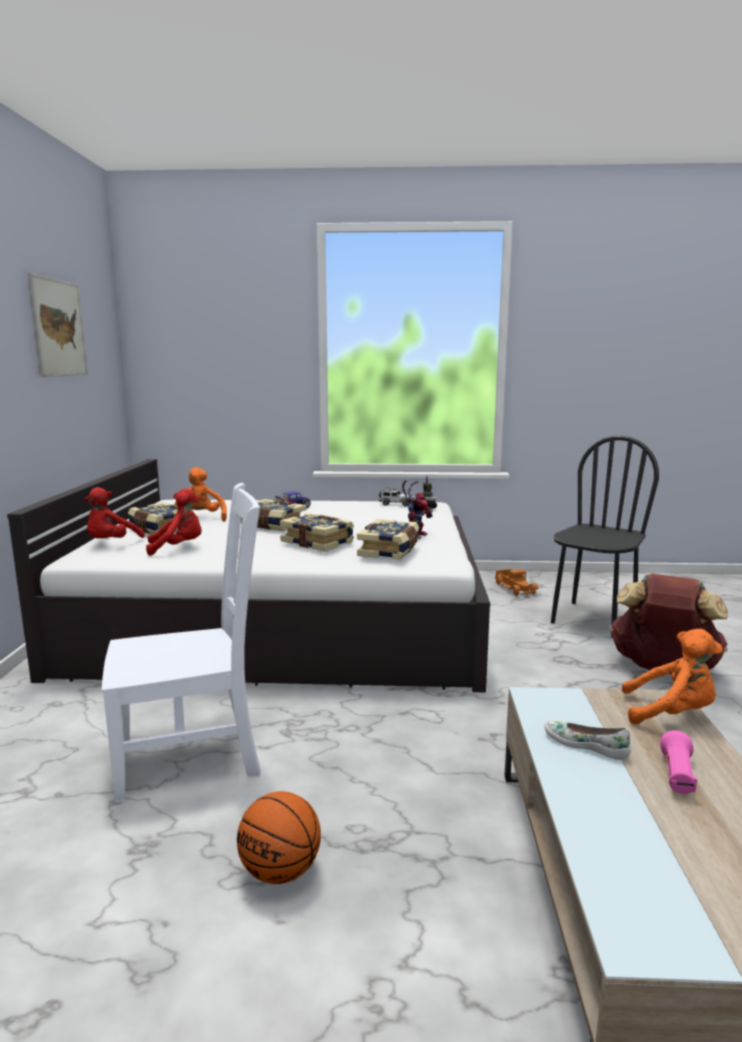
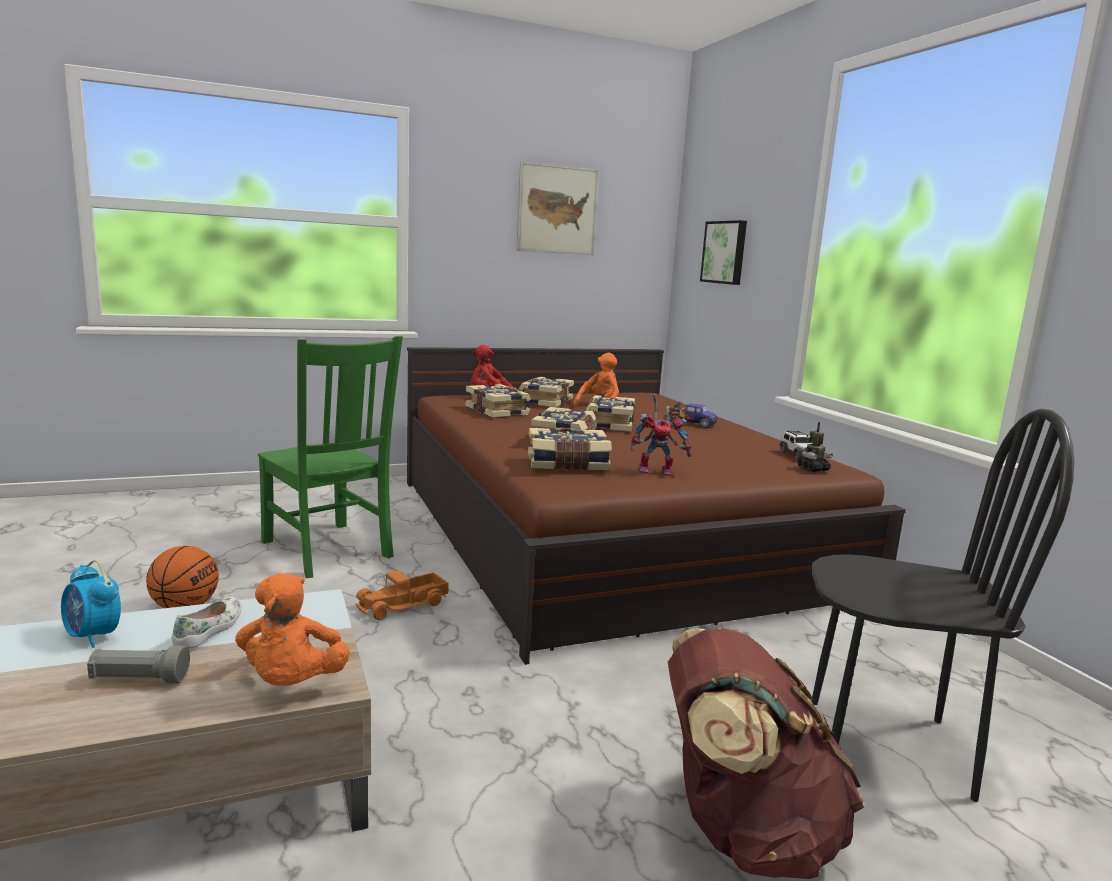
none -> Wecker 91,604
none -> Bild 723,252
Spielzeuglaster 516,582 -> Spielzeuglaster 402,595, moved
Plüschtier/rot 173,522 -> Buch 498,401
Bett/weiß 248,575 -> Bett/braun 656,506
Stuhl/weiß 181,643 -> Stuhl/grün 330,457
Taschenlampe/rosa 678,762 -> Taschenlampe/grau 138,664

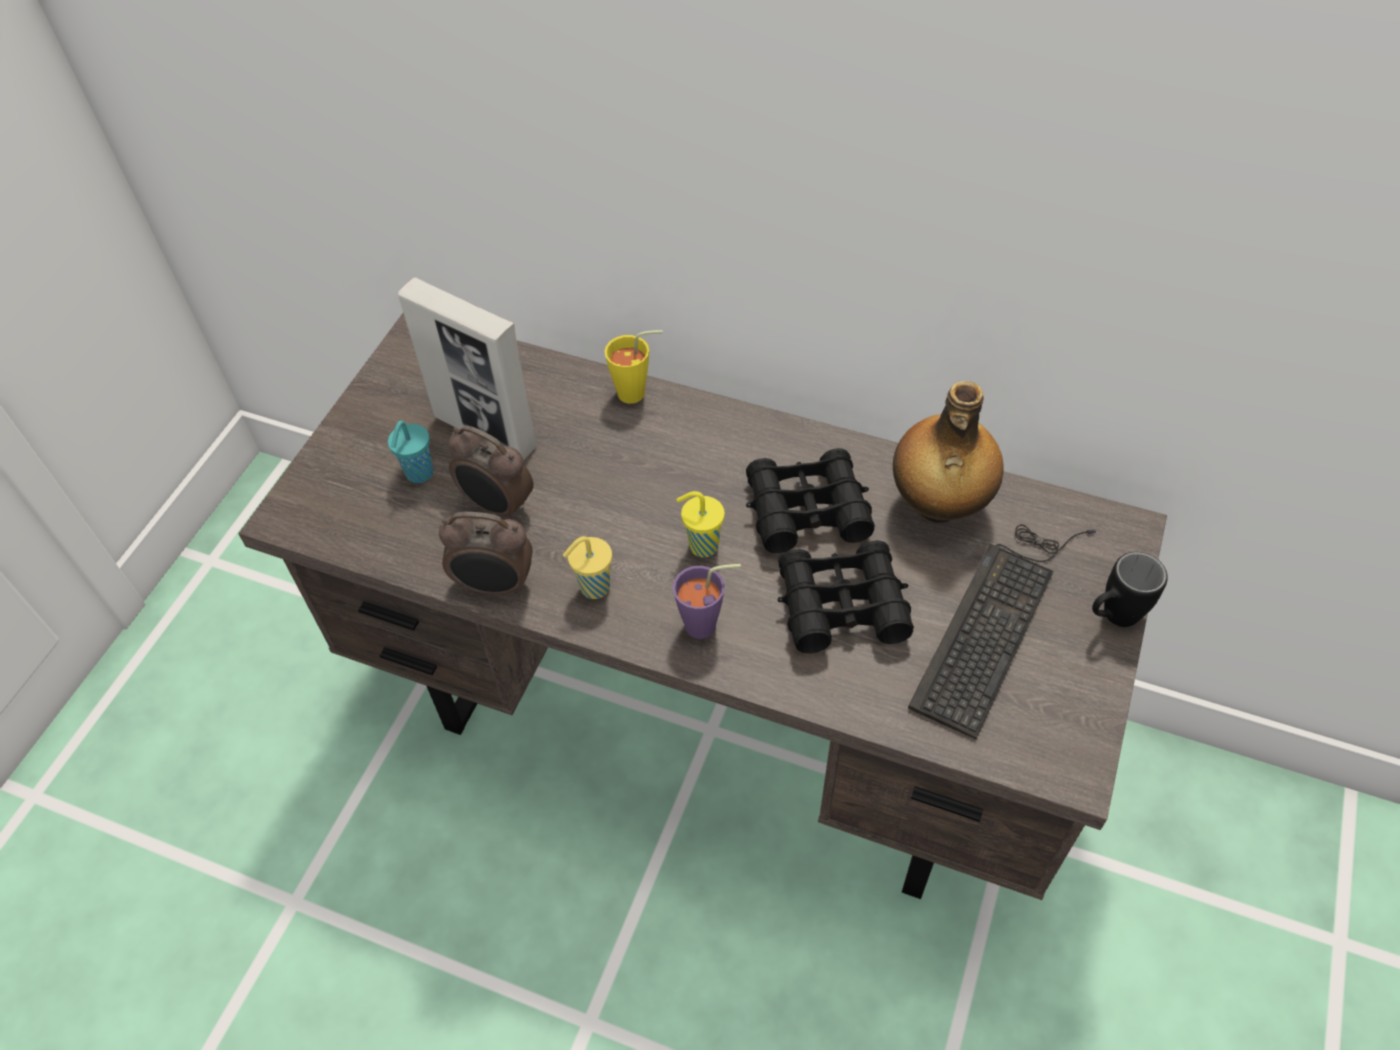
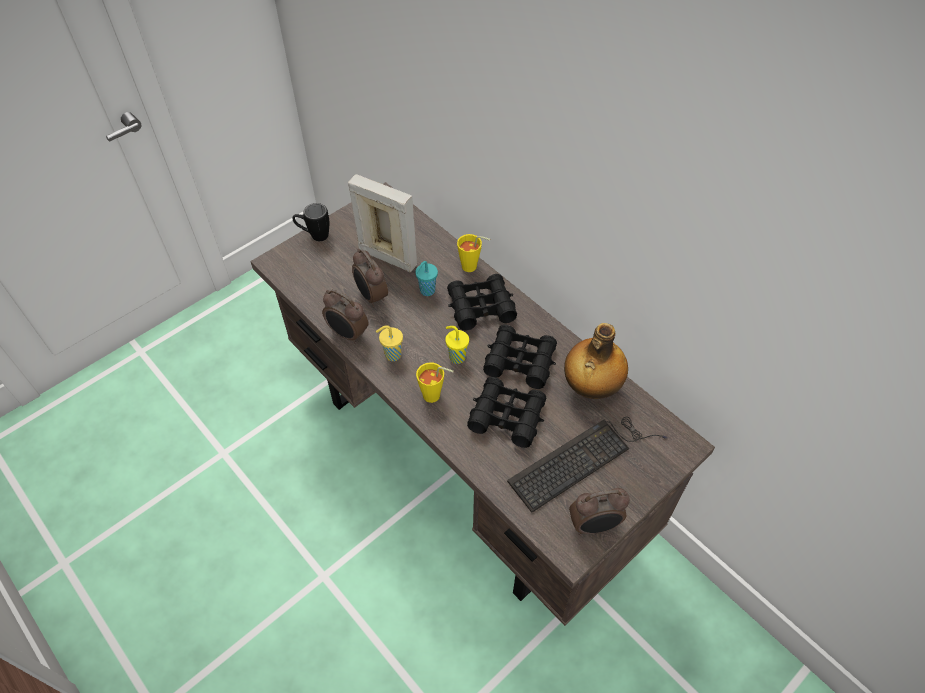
none -> Fernglas/schwarz 482,302
none -> Wecker 599,511
Tasse/türkis 410,452 -> Tasse/türkis 426,278, moved
Henkelbecher/schwarz 1130,589 -> Henkelbecher/schwarz 311,222, moved
Tasse/lila 707,601 -> Tasse/gelb 435,382
Bilderrahmen 467,368 -> Bilderrahmen 382,223, 150 degrees clockwise

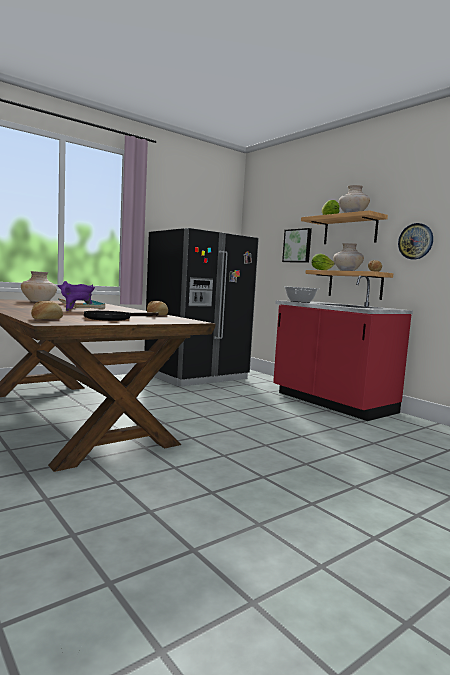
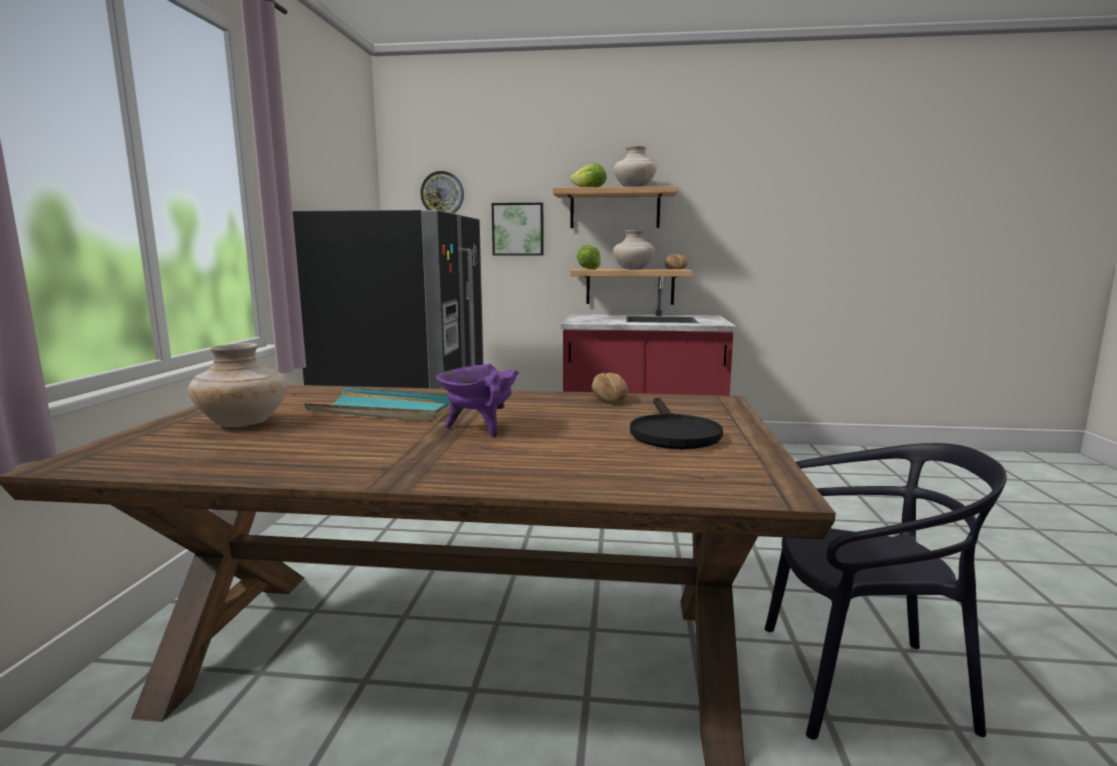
Brot 47,310 -> none
Kochtopf 301,294 -> none
none -> Stuhl/schwarz 885,591
Wanduhr 415,241 -> Wanduhr 442,192, moved

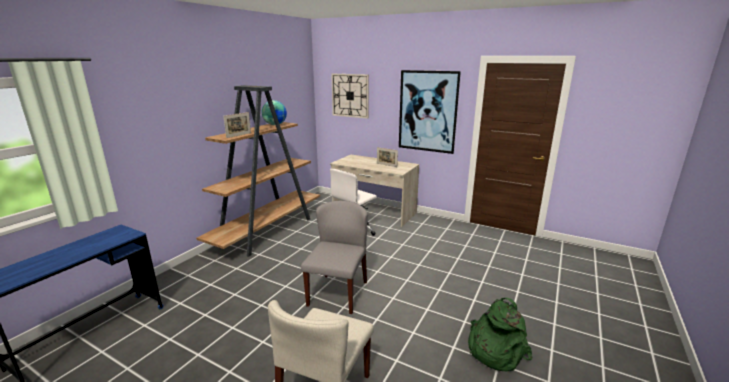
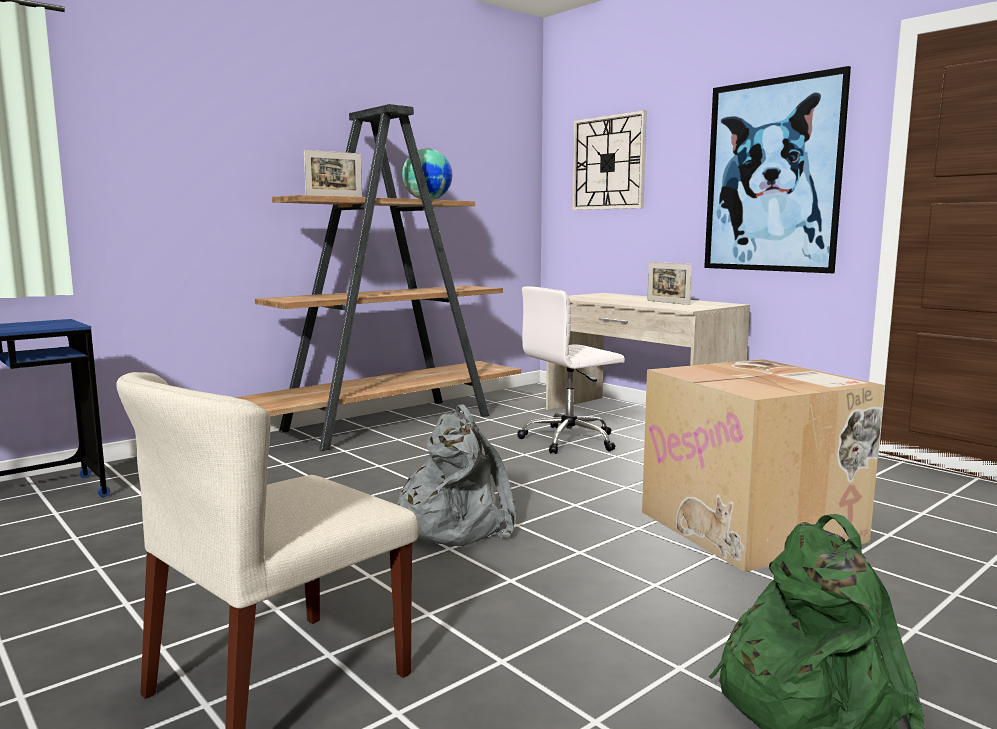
none -> Karton 763,465
Stuhl/grau 334,257 -> Rucksack/grau 456,475

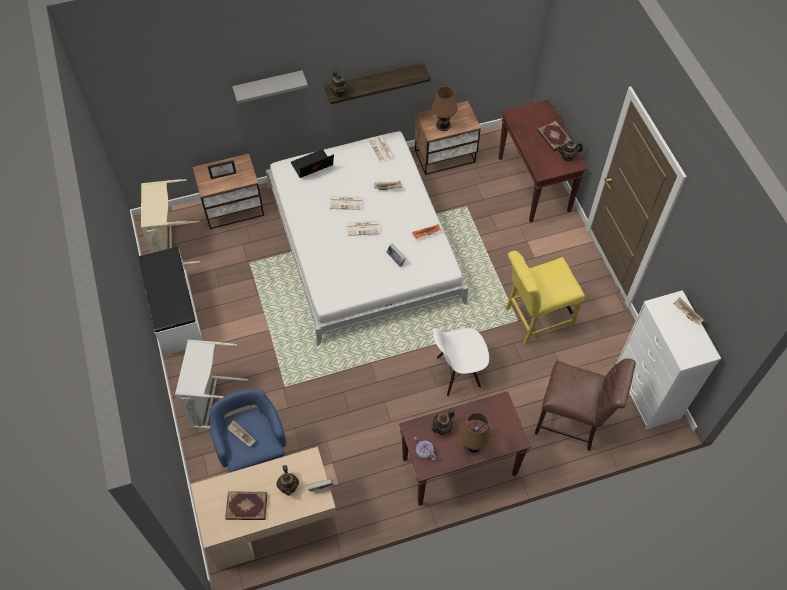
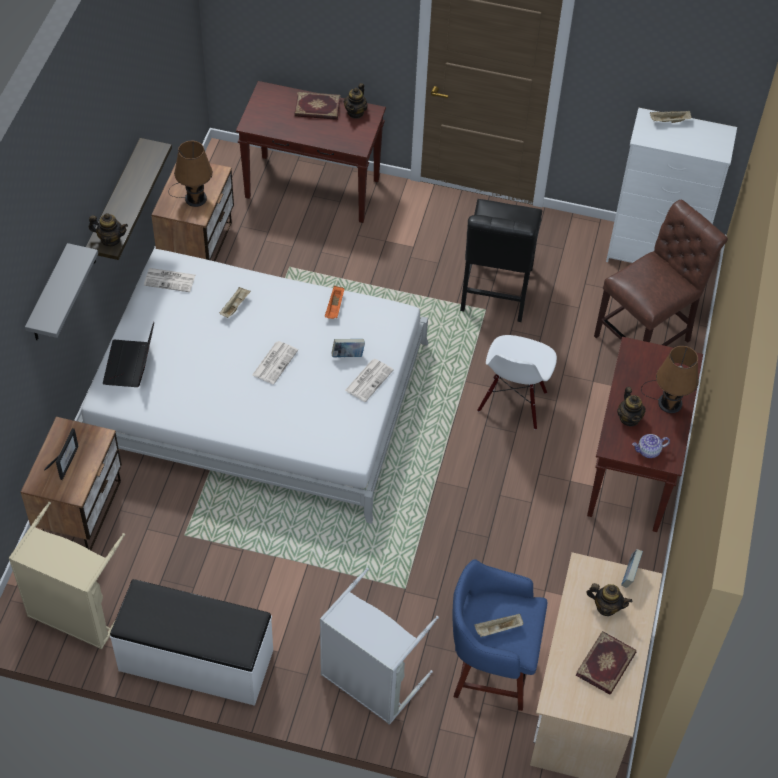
Zeitung 346,203 -> Zeitung 369,380, moved
Stuhl/gelb 545,298 -> Stuhl/schwarz 501,260

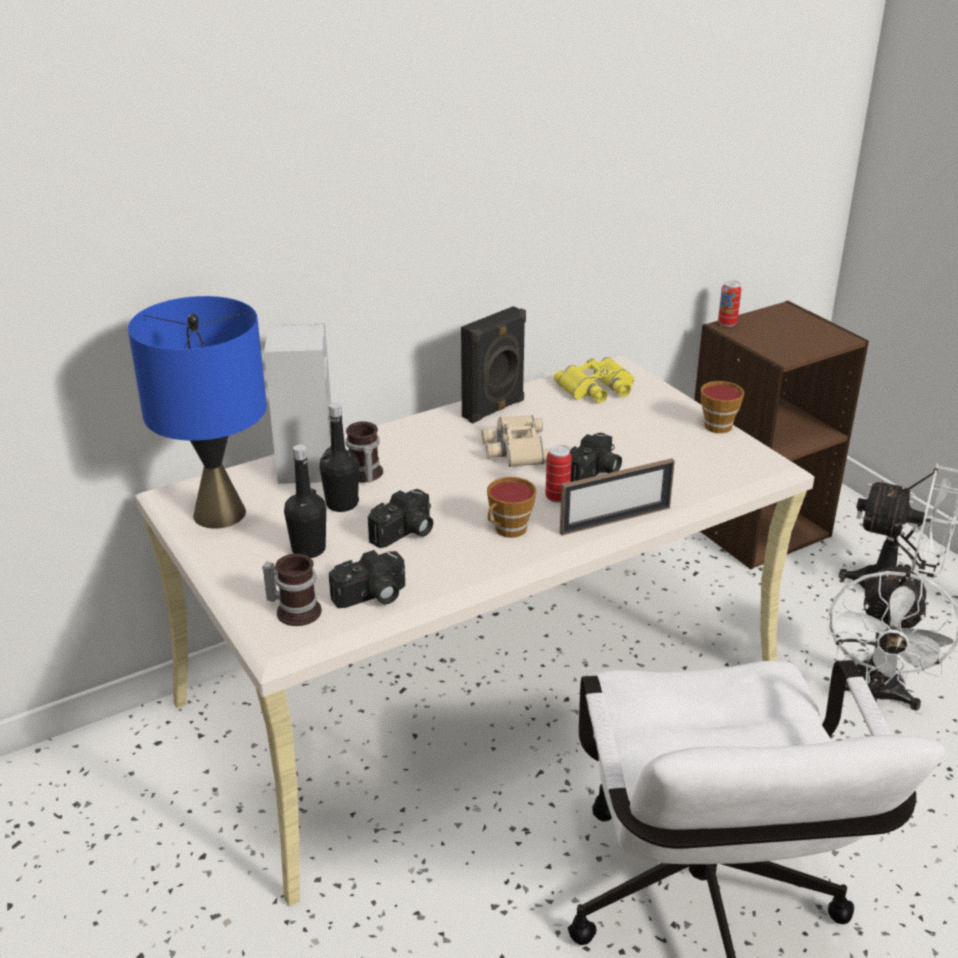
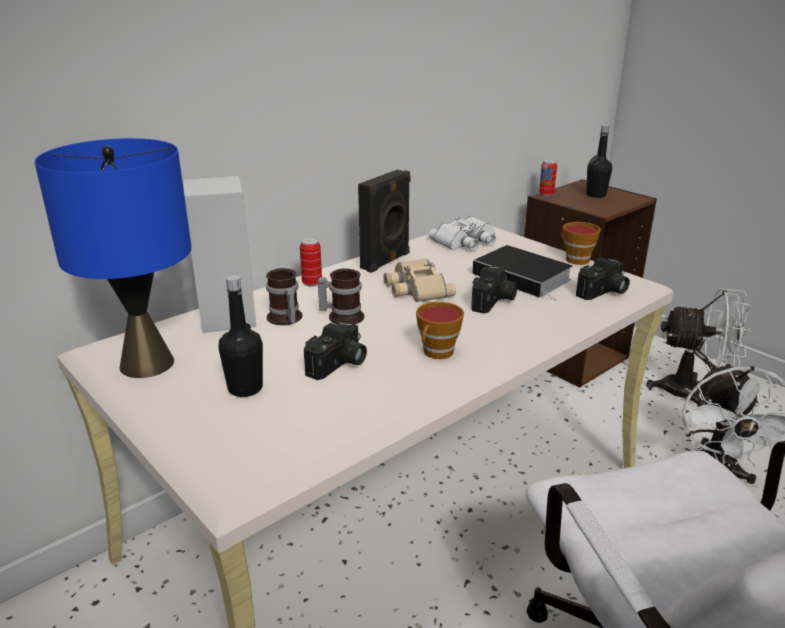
Bilderrahmen 617,496 -> none
none -> Buch 522,273
Henkelbecher 292,589 -> Henkelbecher 341,297, moved
Flasche/schwarz 339,457 -> Flasche/schwarz 599,161, moved
Kamera 367,579 -> Kamera 603,278, moved
Dose 558,474 -> Dose 311,262, moved
Fernglas/gelb 594,380 -> Fernglas/weiß 462,233

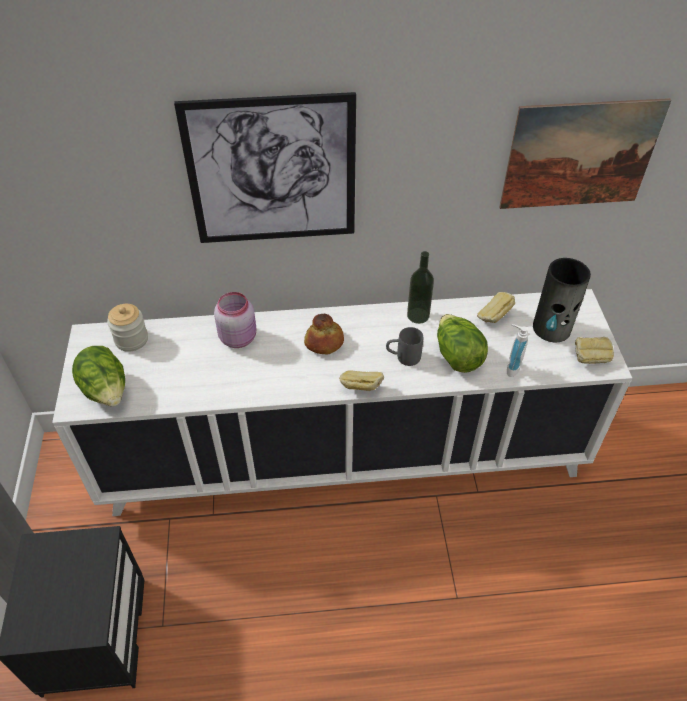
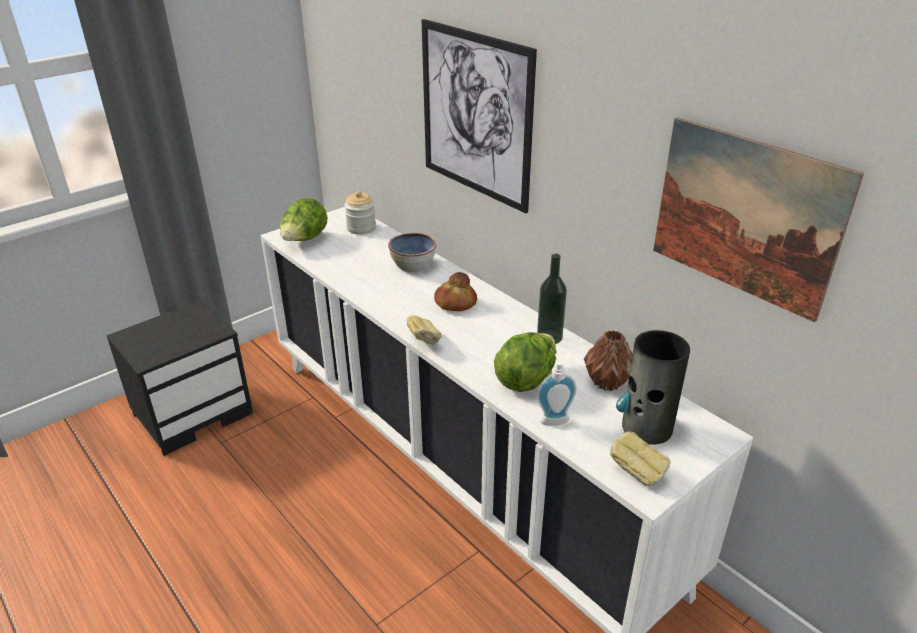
Henkelbecher/grau 404,346 -> none
Vorratsglas/rosa 235,320 -> Schüssel 412,252
Brot 496,307 -> Vase/braun 608,360

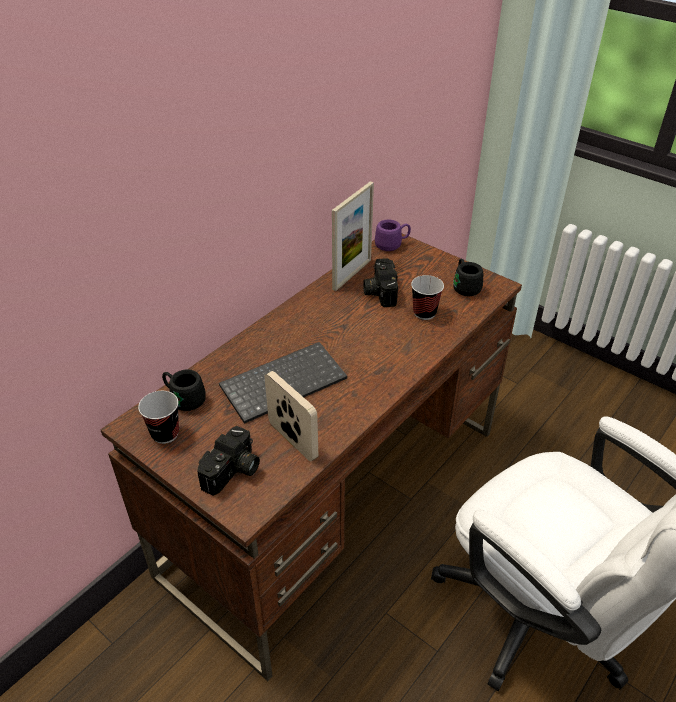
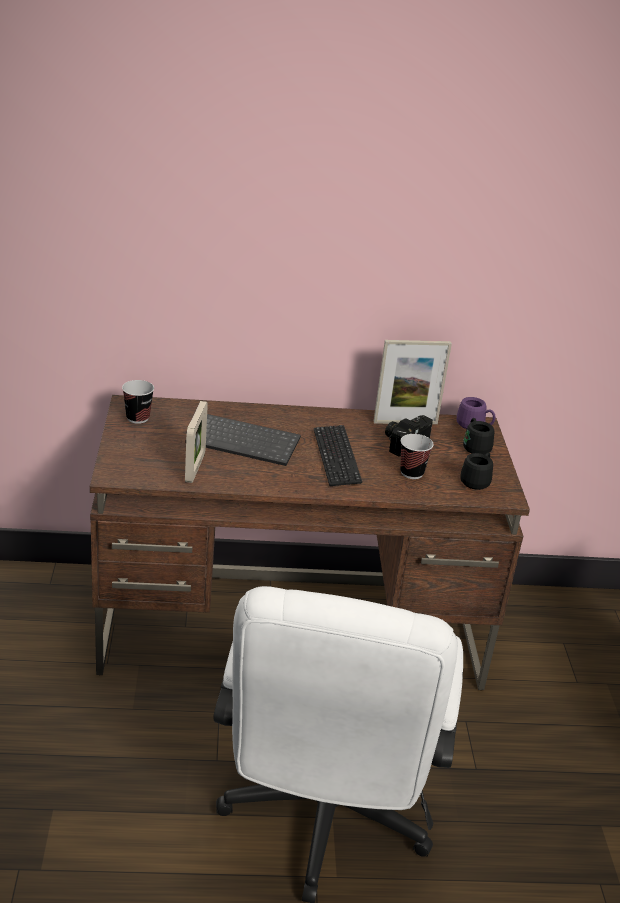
Kamera 228,461 -> none
none -> Tastatur 338,455
Henkelbecher/schwarz 184,390 -> Henkelbecher/schwarz 479,436, moved

